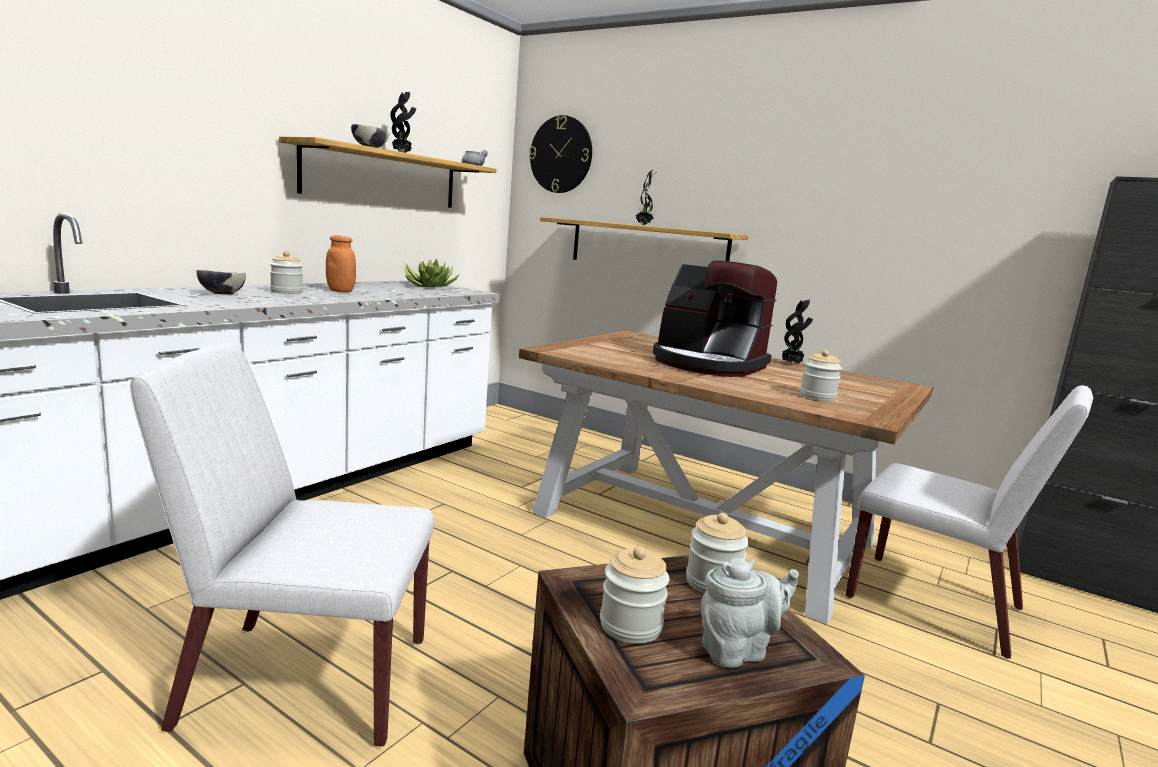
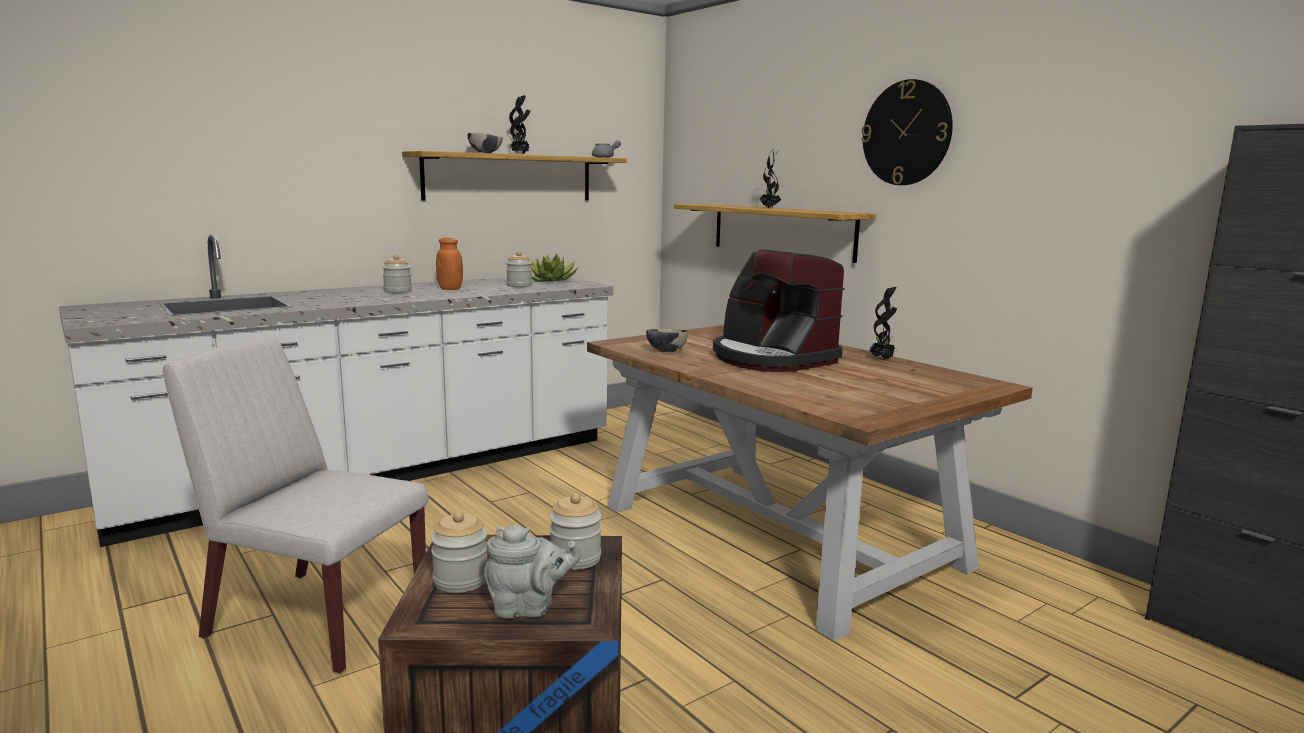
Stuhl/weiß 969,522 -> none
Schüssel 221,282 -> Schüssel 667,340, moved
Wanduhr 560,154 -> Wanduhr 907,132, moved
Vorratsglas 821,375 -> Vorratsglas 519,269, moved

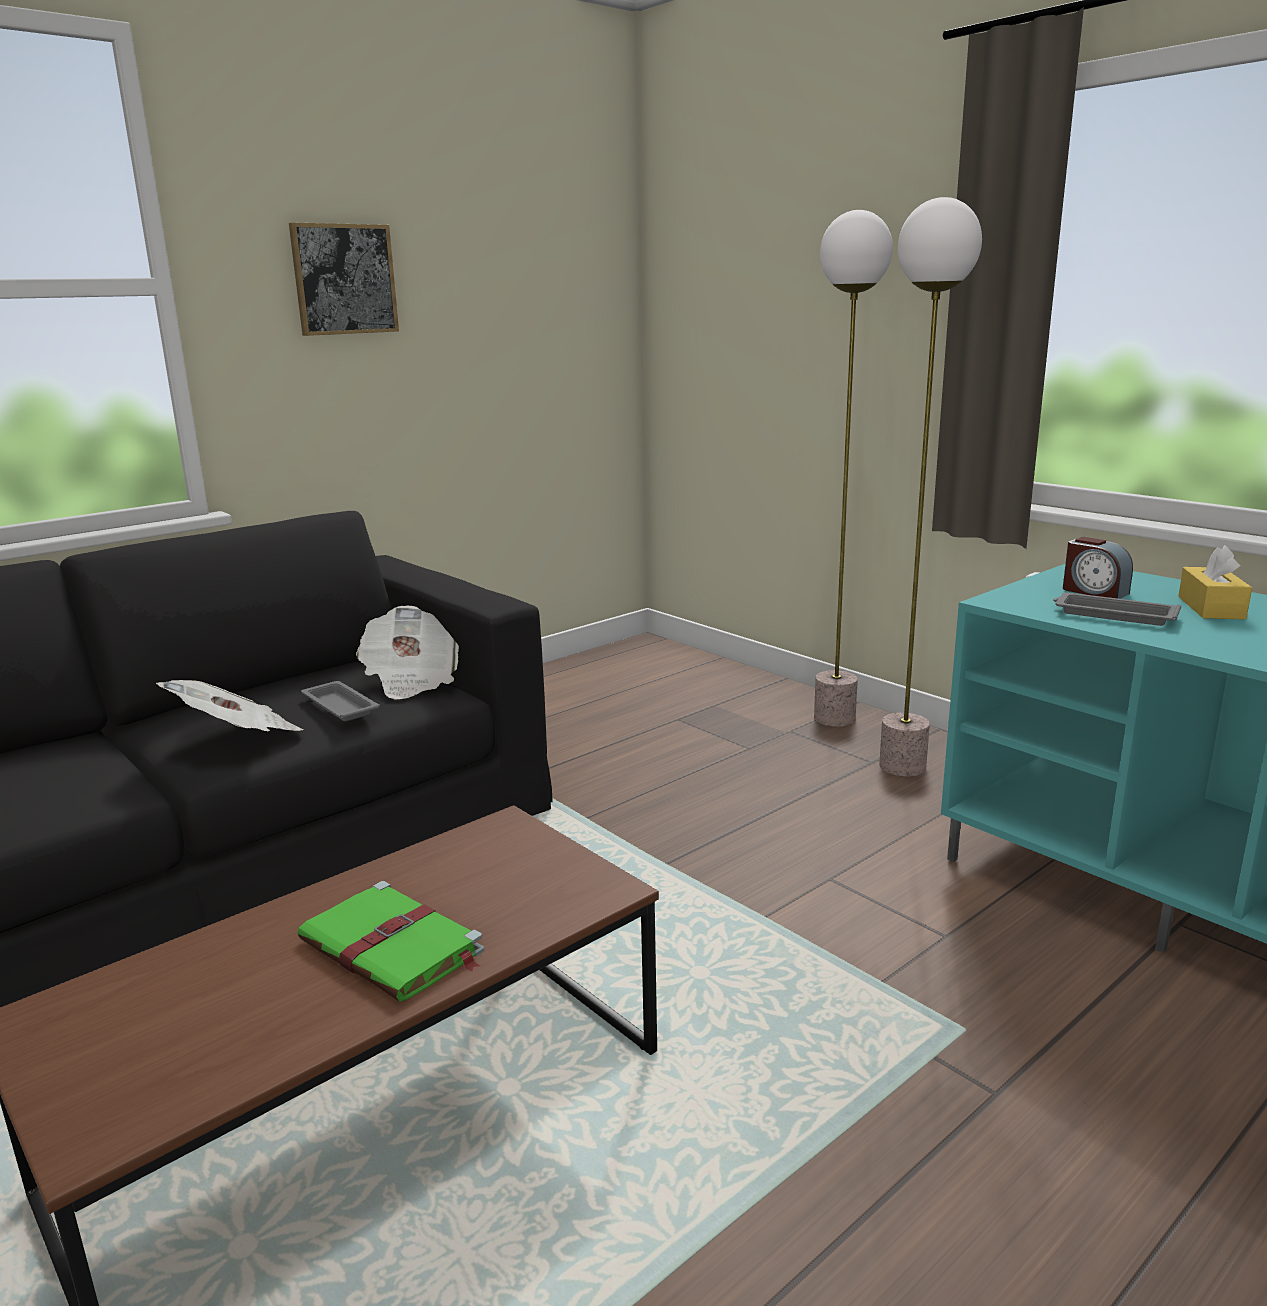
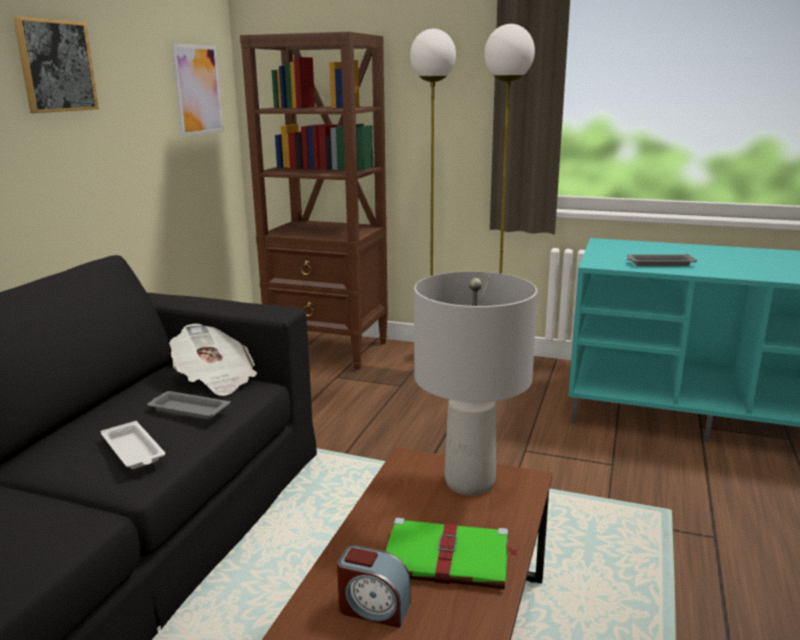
Taschentuchbox/gelb 1215,583 -> none
none -> Bild 197,90
none -> Bücherregal/braun 314,201
none -> Tischlampe/grau 476,383
Wecker 1098,568 -> Wecker 374,586, moved
Zeitung 230,705 -> Tablett/weiß 133,445

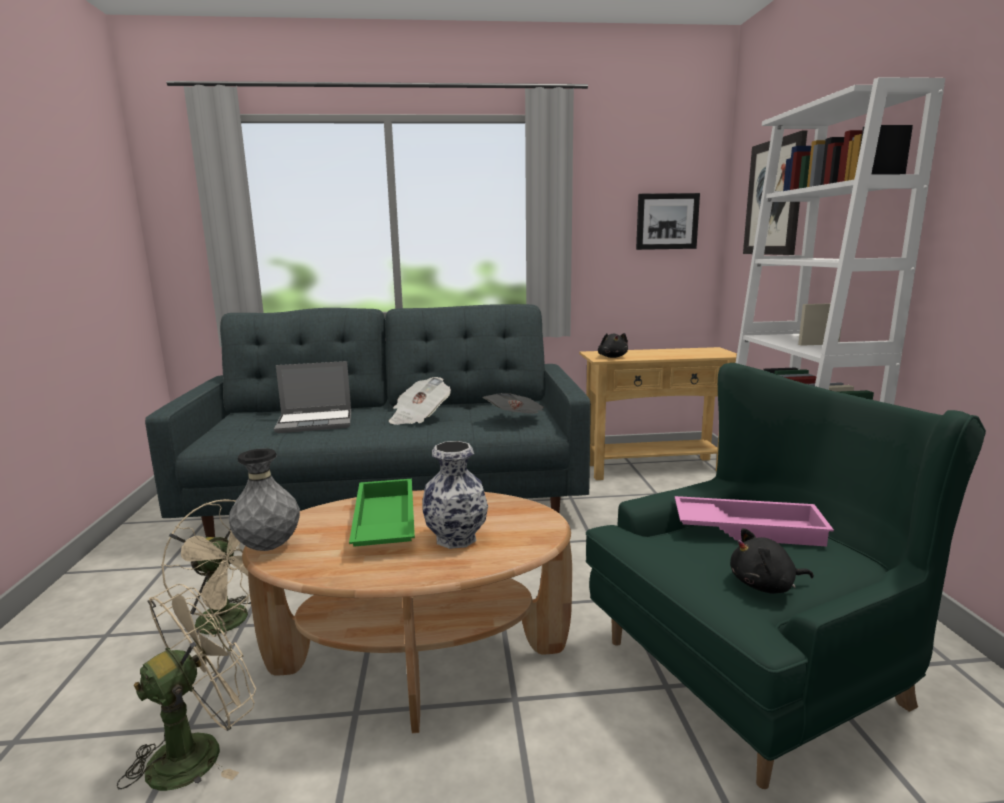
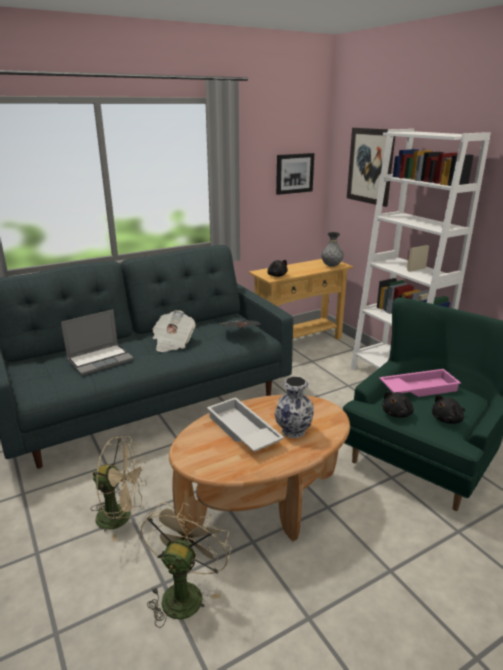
none -> Plüschtier/schwarz 398,404
Vase/grau 264,499 -> Vase/grau 332,249, moved
Tablett/grün 382,513 -> Tablett/weiß 245,424

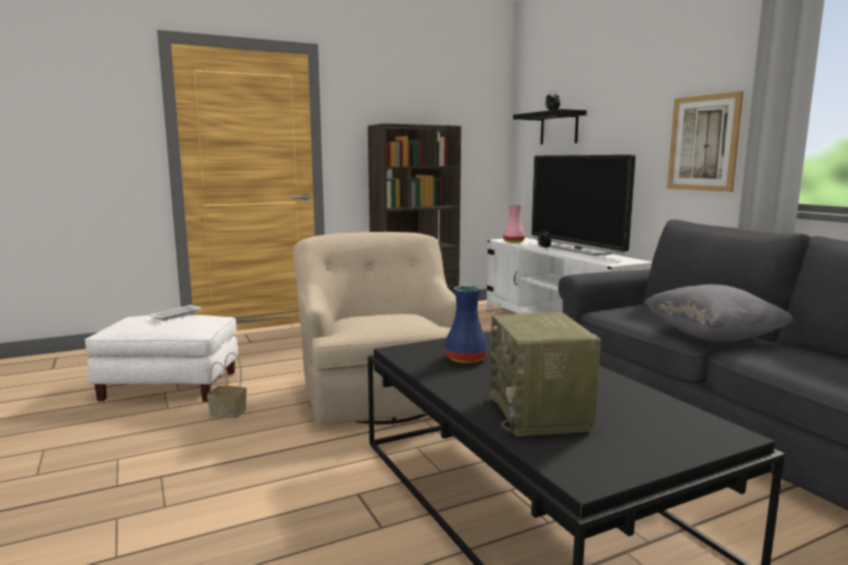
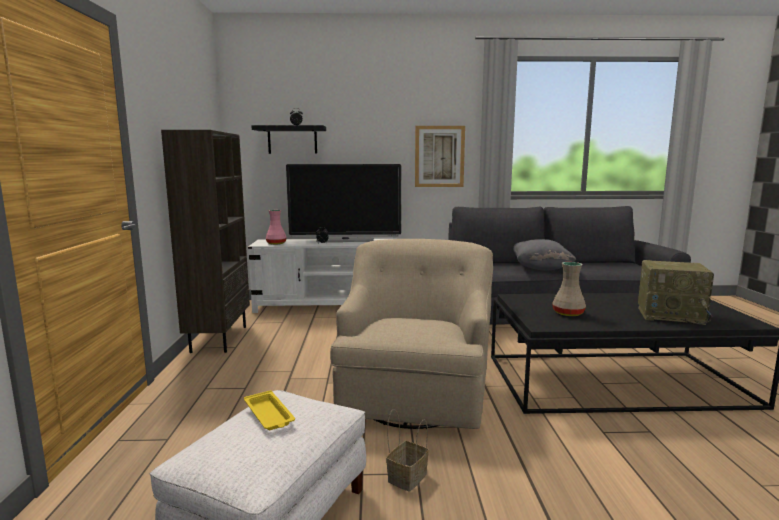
Tablett/weiß 175,313 -> Tablett/gelb 269,410
Vase/blau 466,324 -> Vase/beige 569,289
Sessel/beige 374,328 -> Sessel/beige 411,334, 90 degrees clockwise

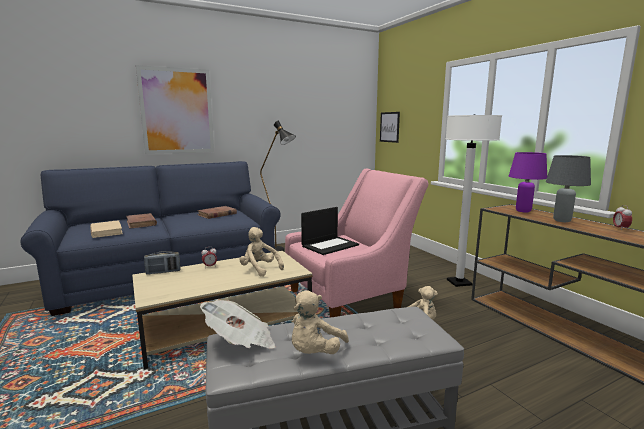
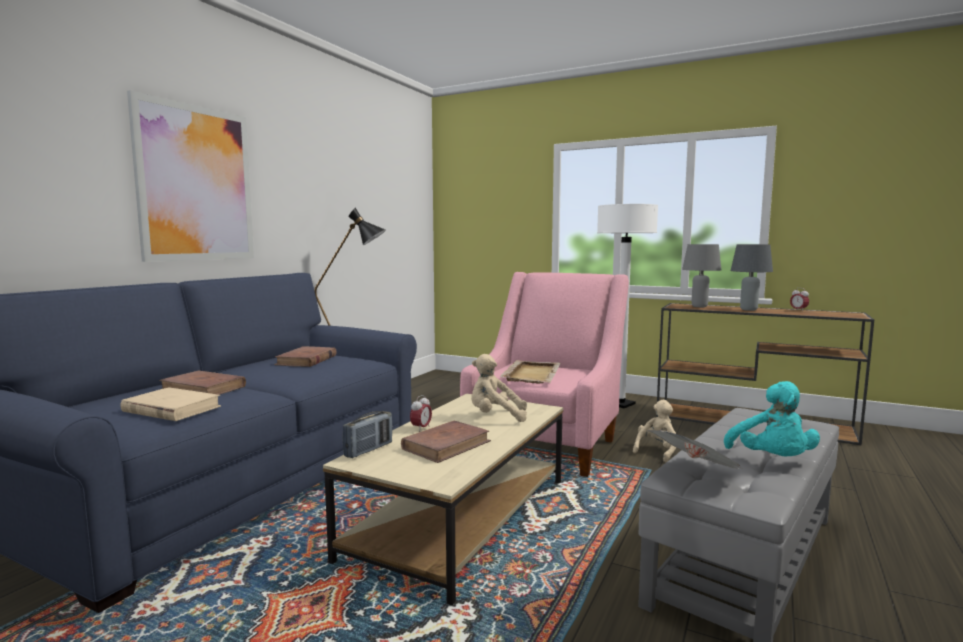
Bild 390,127 -> none
none -> Buch/braun 446,442
Laptop 330,231 -> Tablett/beige 530,372
Plüschtier/beige 320,322 -> Plüschtier/türkis 772,418
Tischlampe/lila 528,182 -> Tischlampe/grau 701,275

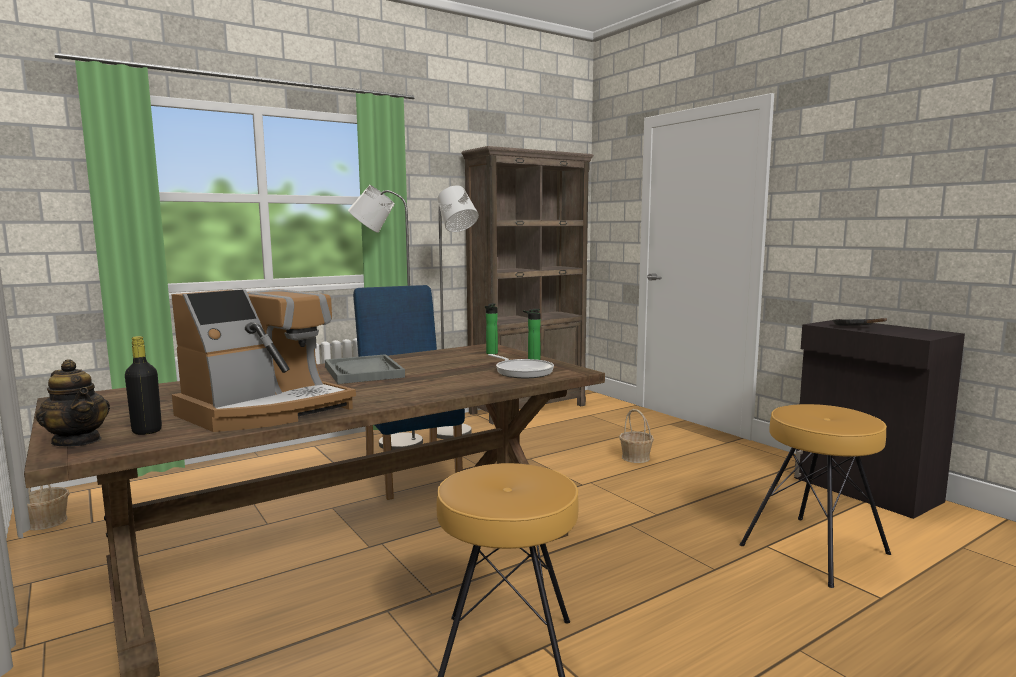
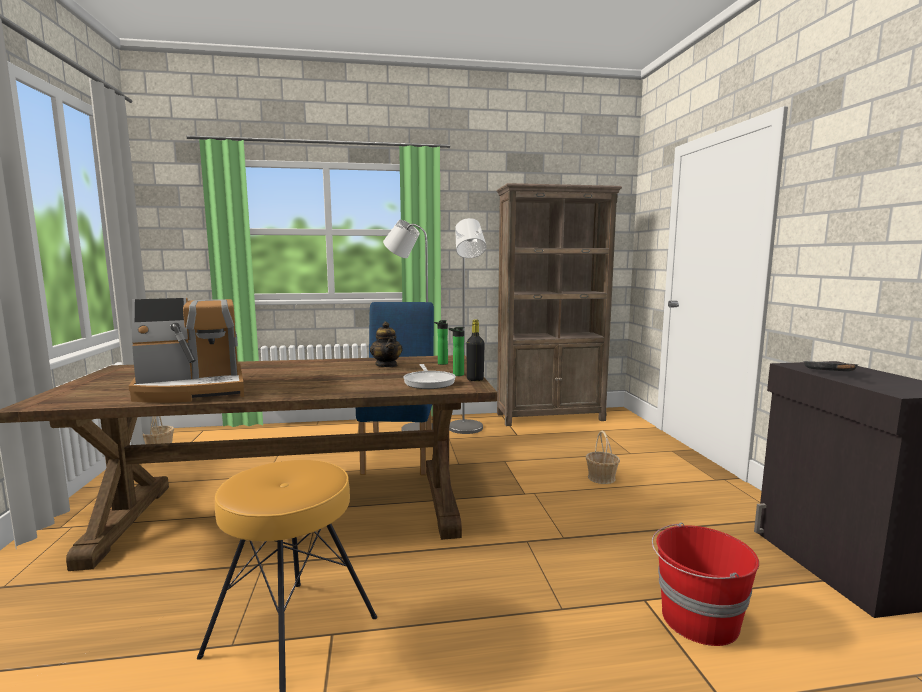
Tablett/grau 365,369 -> none
Teekanne 73,402 -> Teekanne 386,344, moved
Flasche/schwarz 143,385 -> Flasche/schwarz 475,350, moved
Hocker/braun 815,496 -> Eimer/rot 705,584

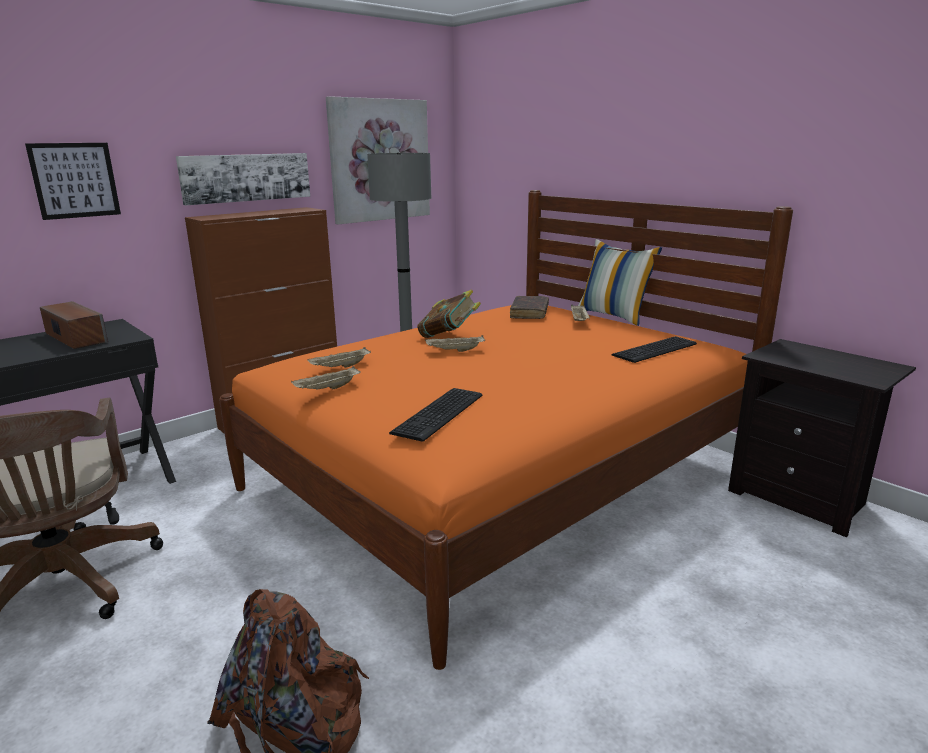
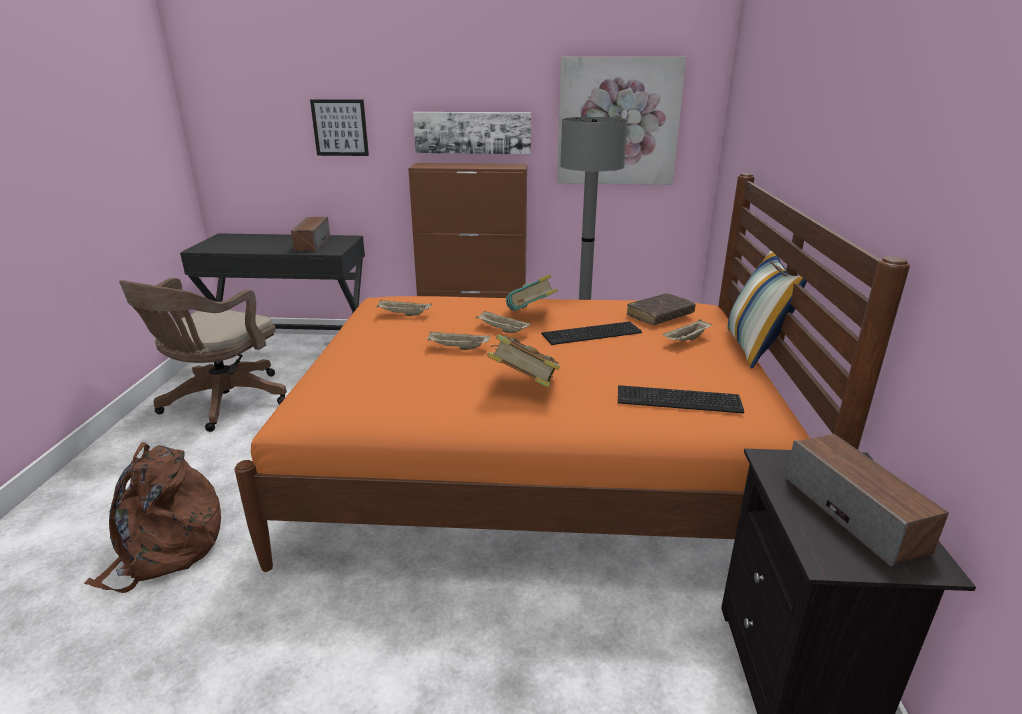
none -> Buch 523,361
none -> Lautsprecher 867,500
Tablett/beige 326,377 -> Tablett/beige 459,340, moved
Tastatur 435,415 -> Tastatur 591,333, moved

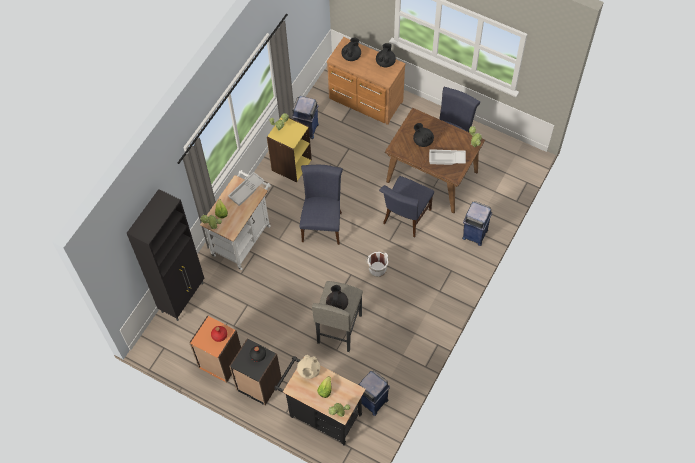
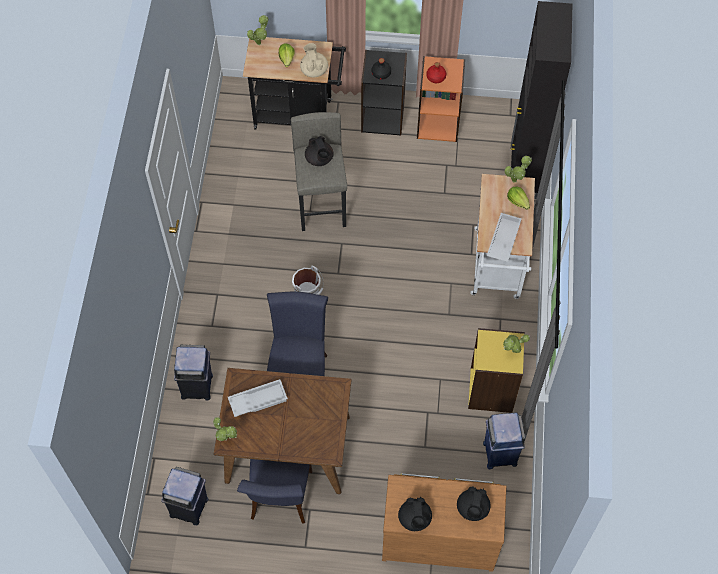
Stuhl/blau 321,205 -> none
Teekanne/schwarz 423,135 -> none
Mülleimer/blau 374,393 -> Mülleimer/blau 184,496, moved

